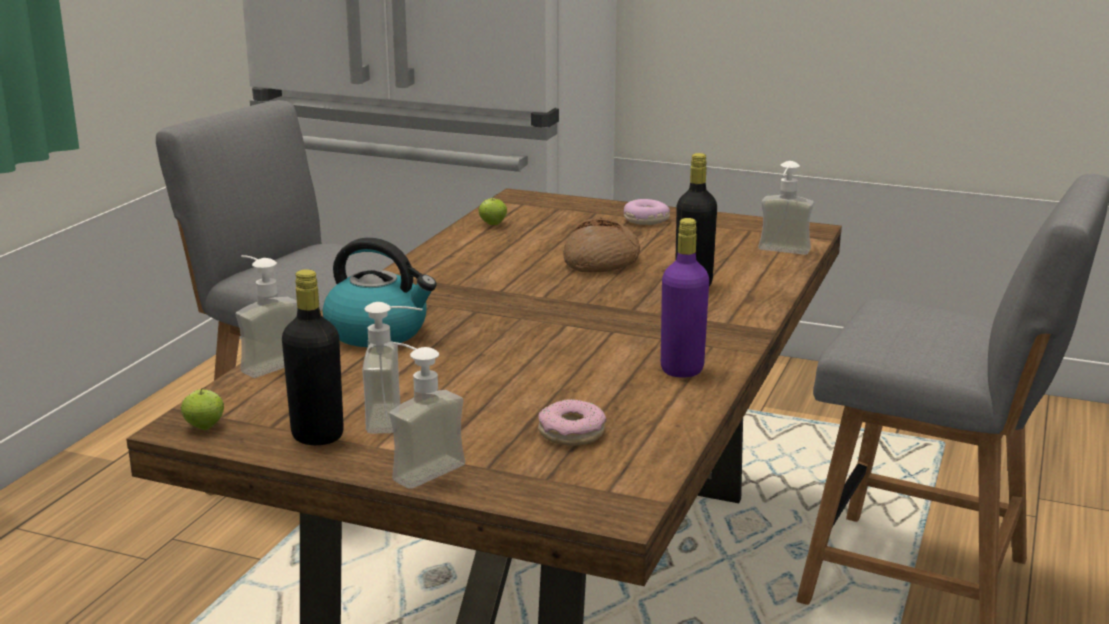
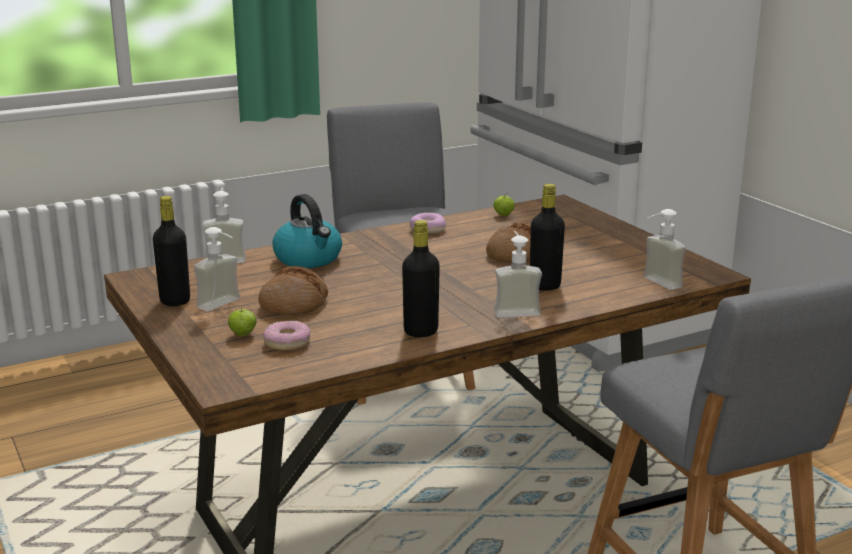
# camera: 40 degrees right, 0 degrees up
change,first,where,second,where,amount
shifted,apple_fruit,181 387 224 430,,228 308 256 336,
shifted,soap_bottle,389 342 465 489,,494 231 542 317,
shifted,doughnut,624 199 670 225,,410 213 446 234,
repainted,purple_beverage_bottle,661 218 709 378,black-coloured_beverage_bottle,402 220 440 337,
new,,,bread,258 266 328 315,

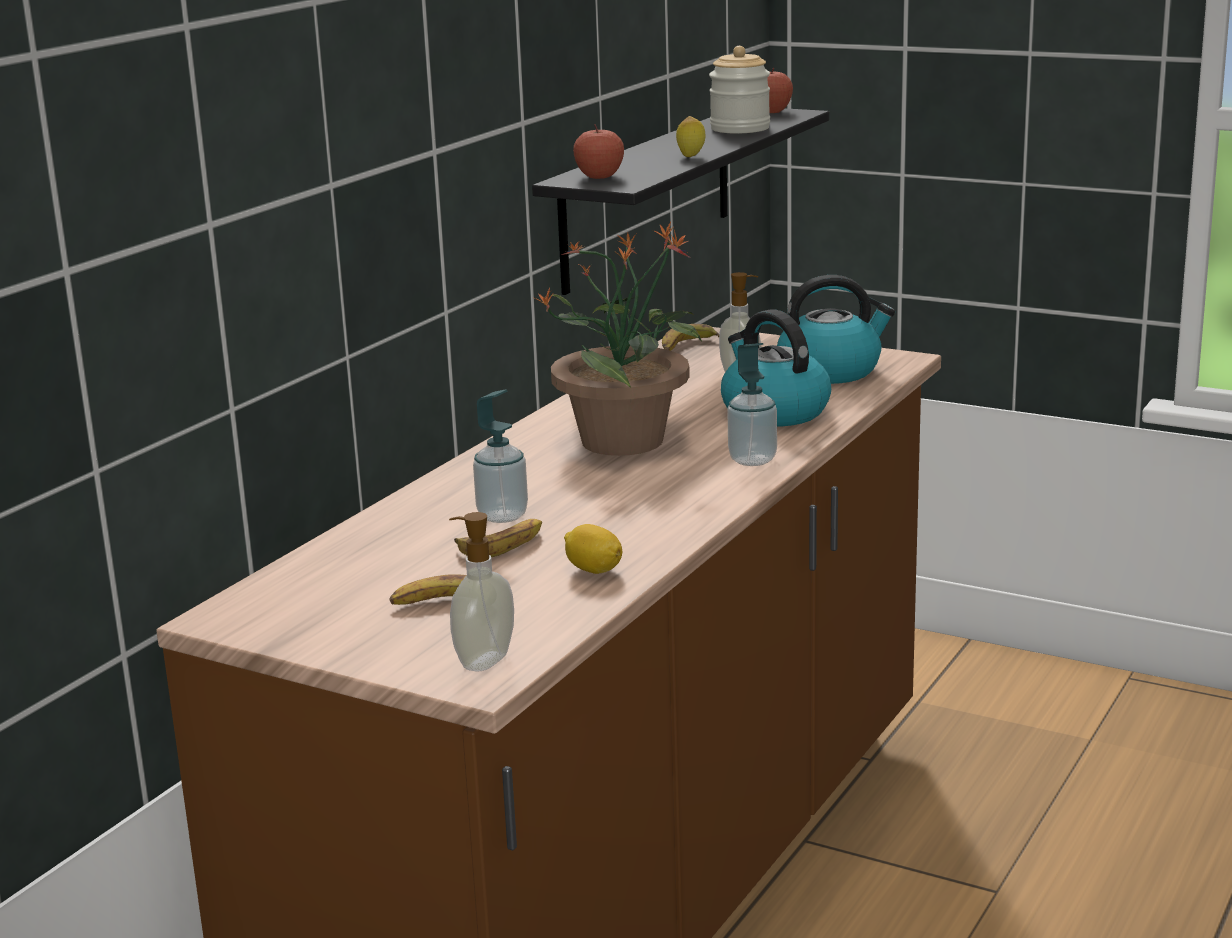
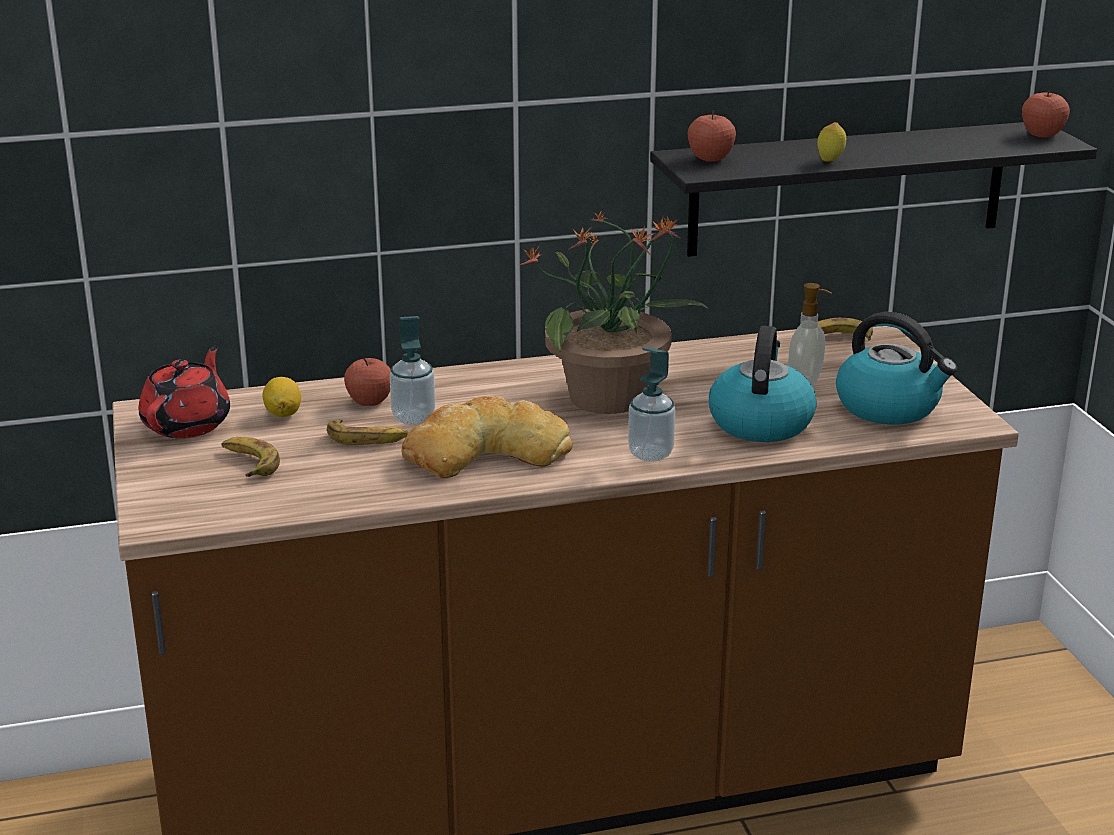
# camera: 45 degrees right, 5 degrees up
change,first,where,second,where,amount
gone,soap_bottle,449 512 514 671,,,
shifted,citrus_fruit,564 524 622 574,,262 377 301 417,
gone,jar,709 46 770 134,,,
new,,,reddish_teapot,139 346 230 438,
new,,,apple_fruit,344 358 391 406,
new,,,bread,401 396 572 478,

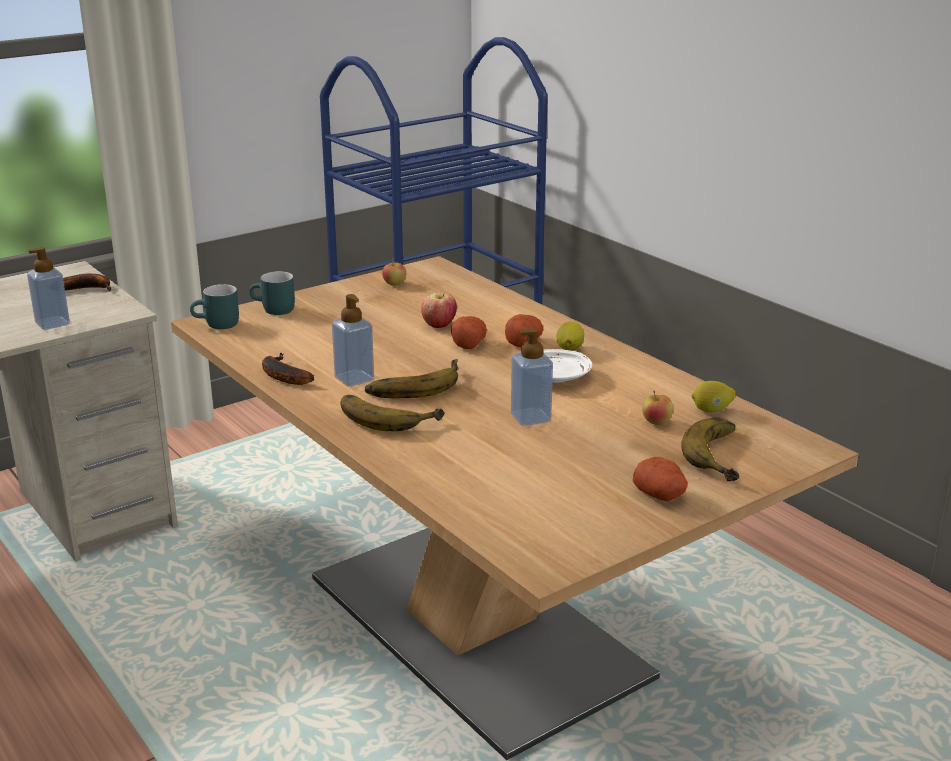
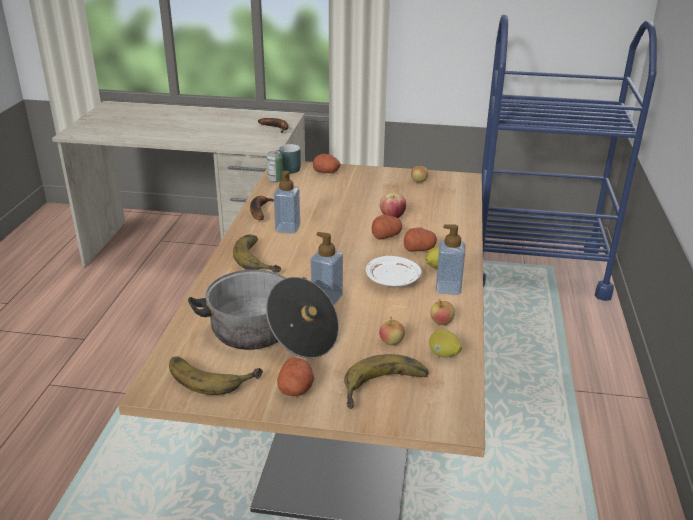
# camera: 45 degrees right, 5 degrees up
change,first,where,second,where,amount
shifted,soap_bottle,27 247 70 330,,436 224 465 295,
swapped,turquoise-coloured_tea_mug,249 271 295 315,spud,313 154 341 173,
shifted,banana,365 359 459 398,,169 356 263 395,
new,,,cooking_pot,188 269 339 358,
new,,,can,267 151 283 182,
new,,,apple_fruit,431 299 455 325,

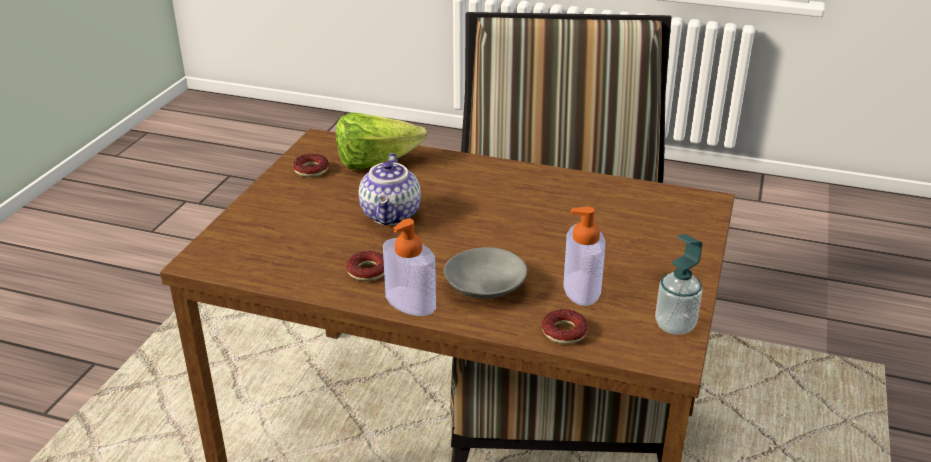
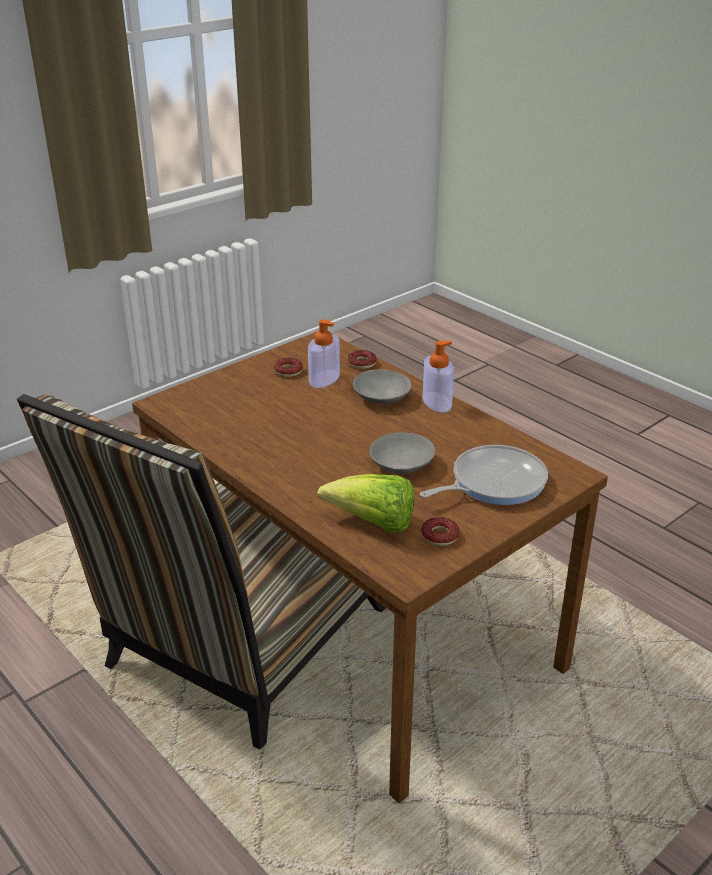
# camera: 150 degrees left, 0 degrees up
change,first,where,second,where,amount
shifted,doughnut,346 251 384 281,,274 358 303 377,
swapped,teapot,359 153 421 225,greyish_serving_bowl,369 433 435 473,
gone,soap_bottle,655 234 703 335,,,
new,,,frying_pan,420 445 548 505,

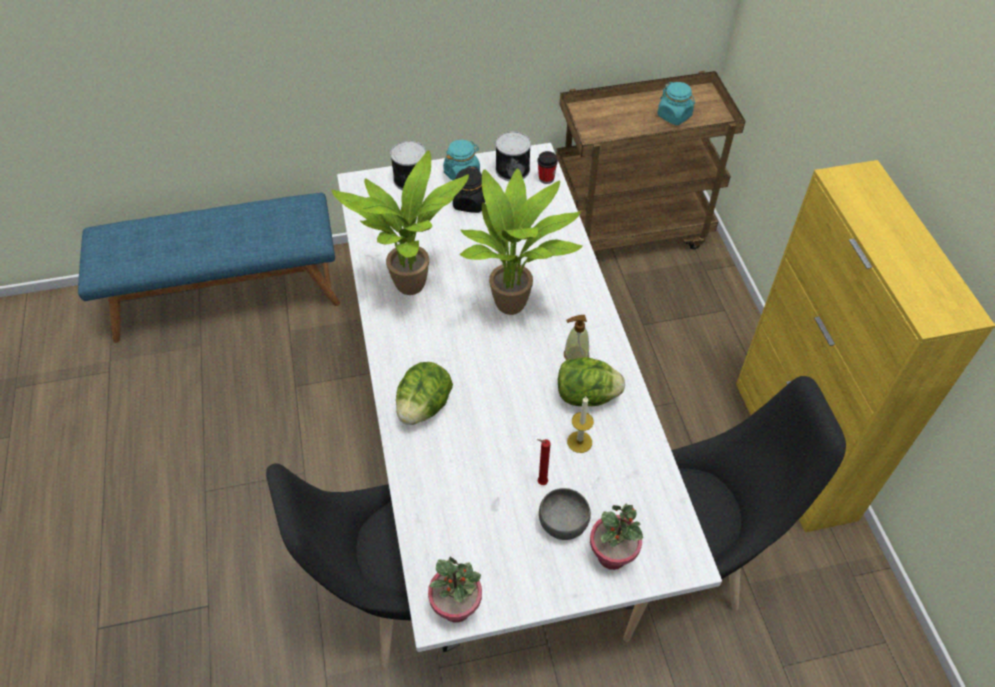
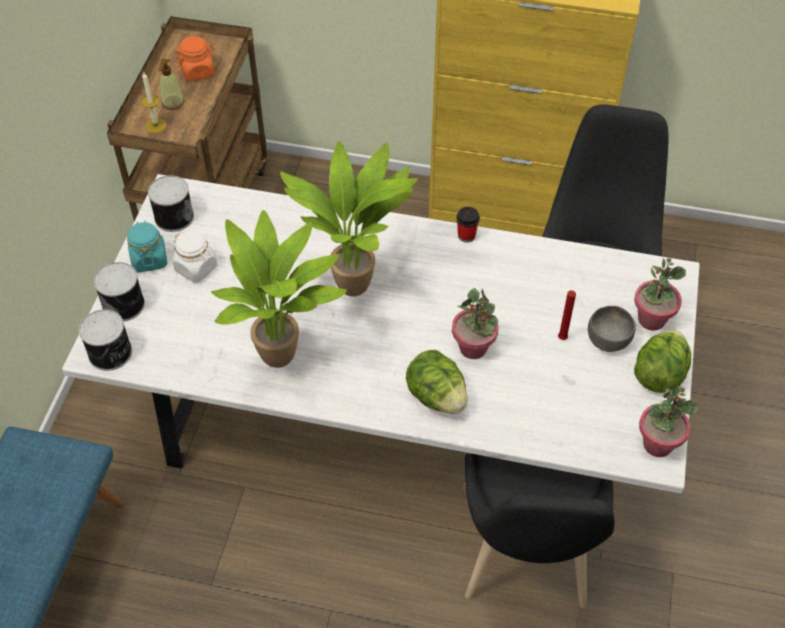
# camera: 65 degrees left, 0 degrees up
change,first,where,second,where,amount
repainted,black-coloured_jar,453 166 485 213,whitish_jar,173 231 217 283,
shifted,cup,537 151 558 184,,456 207 480 243,
shifted,lettuce_head,558 357 625 406,,634 330 691 393,
shifted,soap_bottle,564 315 589 360,,159 59 184 110,
shifted,wax_light,567 397 594 453,,141 73 167 133,
repainted,turquoise-coloured_jar,658 82 695 125,orange-coloured_jar,175 36 215 82,
new,,,can,79 309 132 371,
new,,,potted_plant,452 288 499 359,

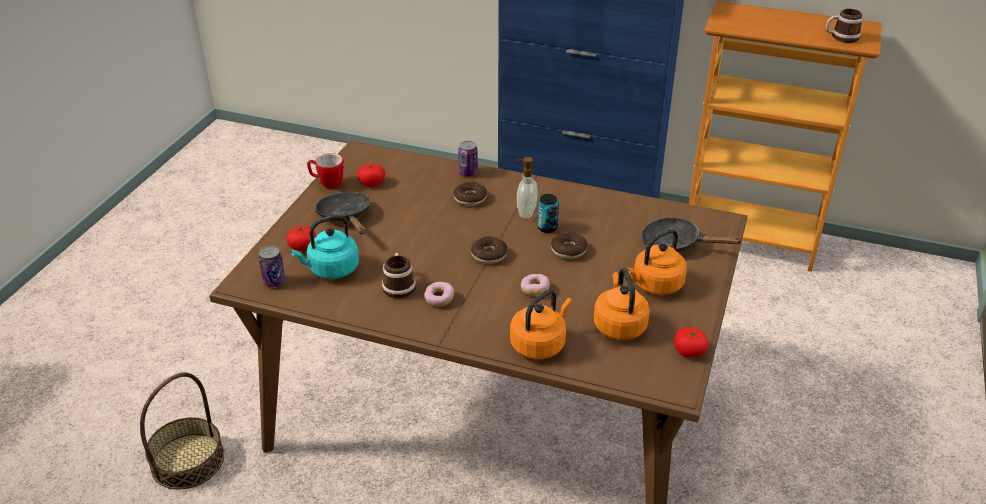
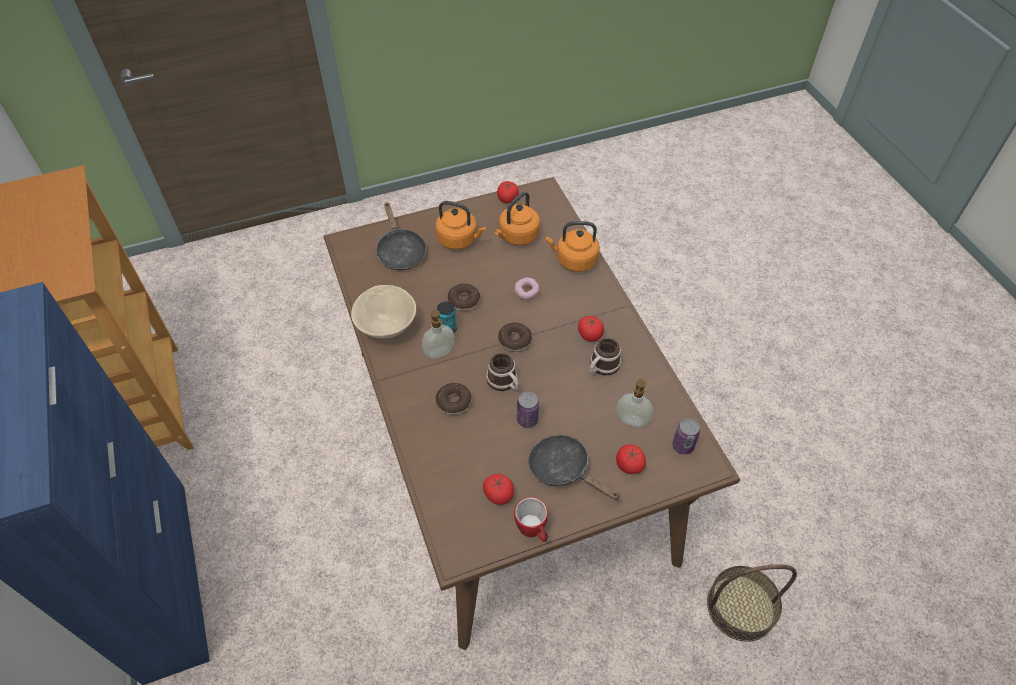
# camera: 130 degrees left, 15 degrees up
change,first,where,second,where,amount
swapped,turquoise-coloured_water_kettle,291 214 359 279,soap_bottle,617 379 653 427,
rotated,black-coloured_frying_pan,315 192 370 234,,528 435 621 500,105 degrees clockwise
swapped,doughnut,424 282 454 307,tomato,578 316 604 342,
shifted,can,458 141 478 177,,517 392 539 428,
shifted,tea_mug,825 9 863 43,,486 353 519 391,
new,,,beige-coloured_serving_bowl,351 285 416 339,

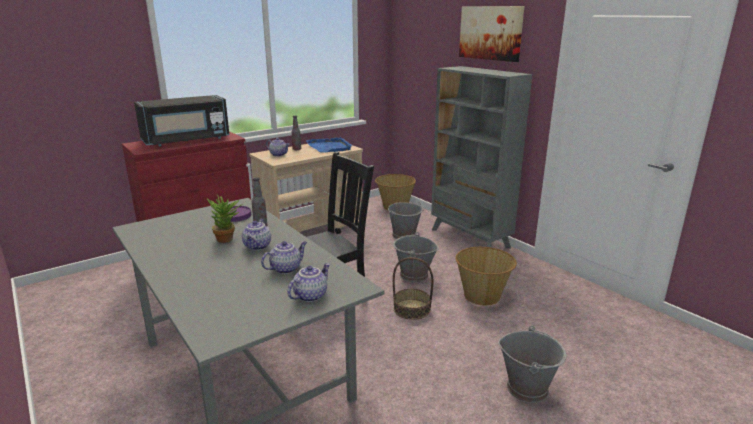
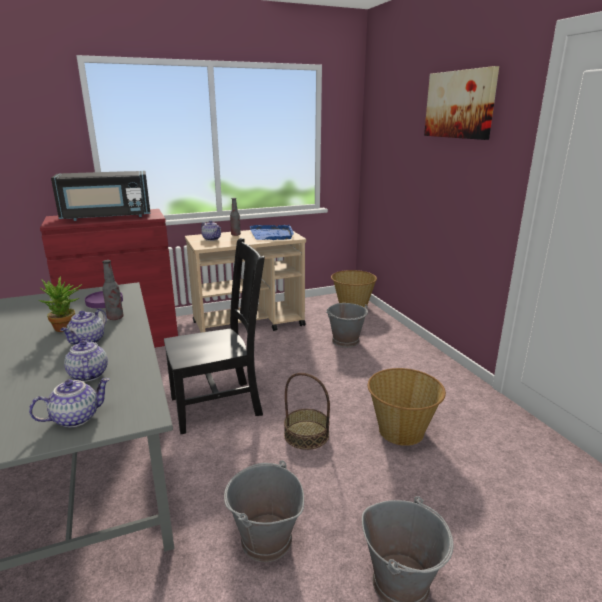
# camera: 15 degrees right, 0 degrees up
change,first,where,second,where,amount
rotated,teapot,261 241 307 274,,64 337 108 382,90 degrees counterclockwise
shifted,greyish_water_bucket,393 232 438 282,,224 460 304 562,
gone,greyish_bookcase,431 66 532 249,,,

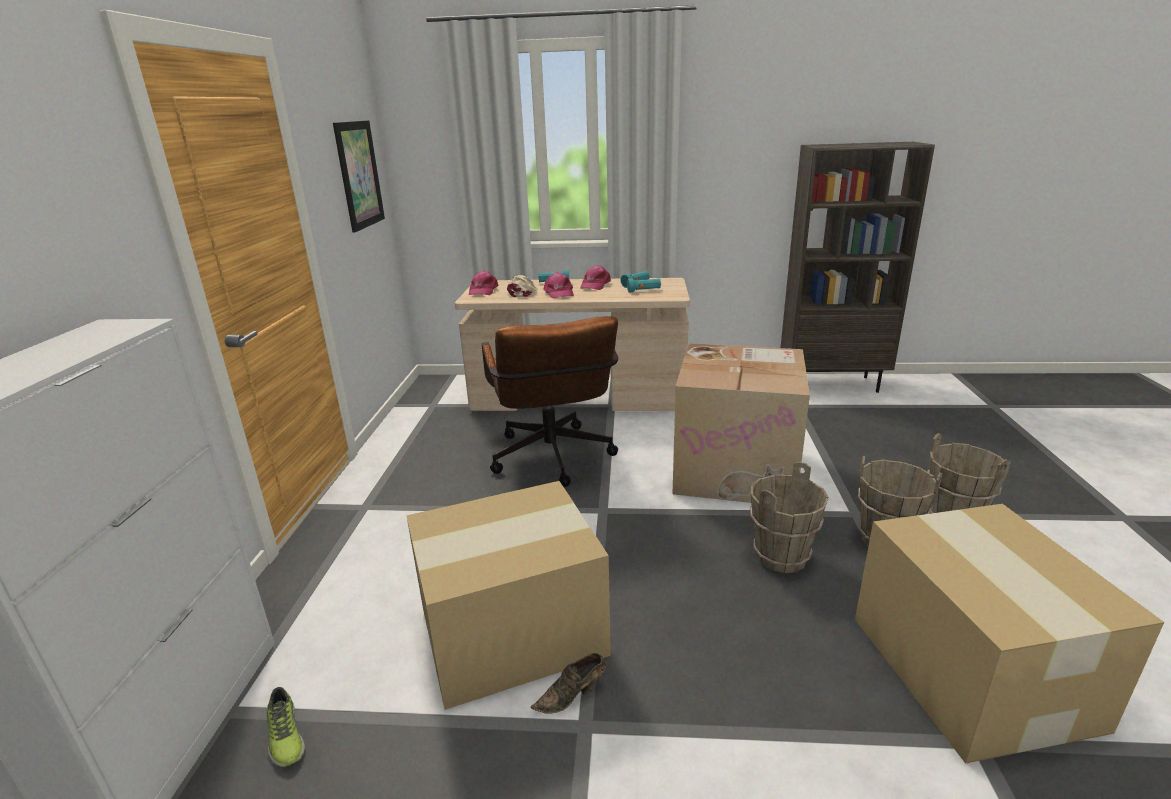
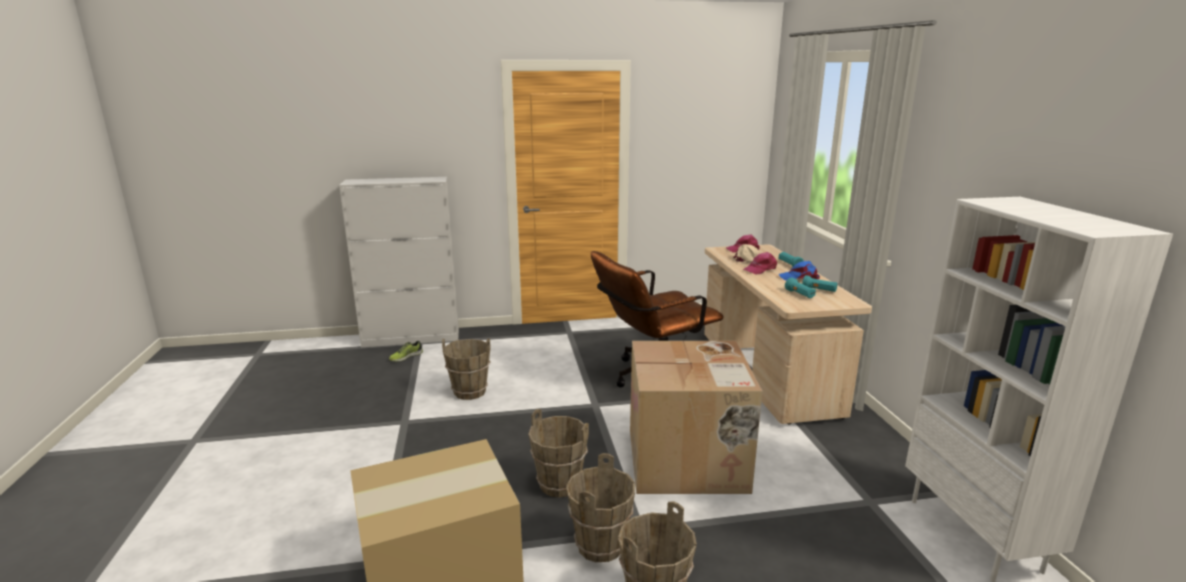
# camera: 75 degrees right, 5 degrees down
change,first,where,second,where,amount
gone,wall_picture,333 120 385 233,,,
swapped,cardboard_box,407 481 611 710,brownish_water_bucket,442 339 491 400,
gone,brownish_low_shoe,531 653 606 714,,,
repainted,pink-coloured_baseball_cap,580 265 611 290,bluish_baseball_cap,779 261 820 280,
repainted,brownish_bookcase,781 142 935 393,whitish_bookcase,905 197 1173 582,

